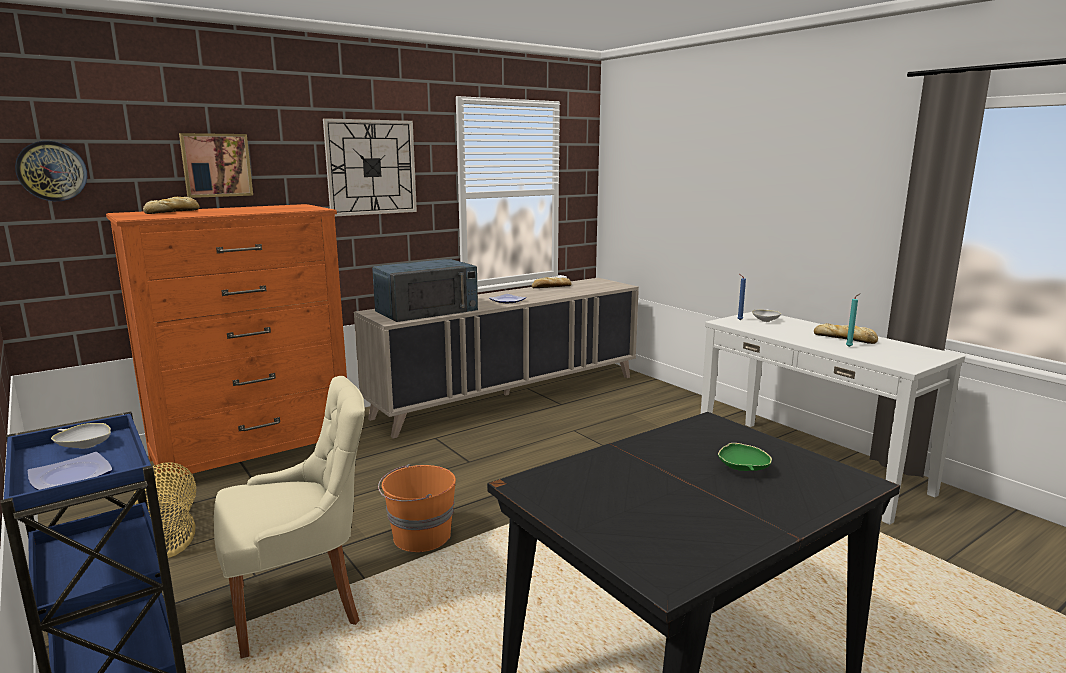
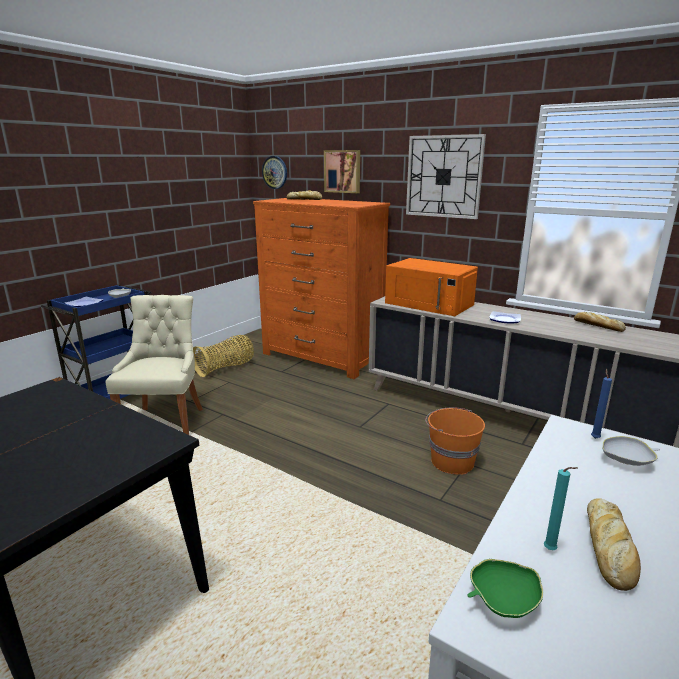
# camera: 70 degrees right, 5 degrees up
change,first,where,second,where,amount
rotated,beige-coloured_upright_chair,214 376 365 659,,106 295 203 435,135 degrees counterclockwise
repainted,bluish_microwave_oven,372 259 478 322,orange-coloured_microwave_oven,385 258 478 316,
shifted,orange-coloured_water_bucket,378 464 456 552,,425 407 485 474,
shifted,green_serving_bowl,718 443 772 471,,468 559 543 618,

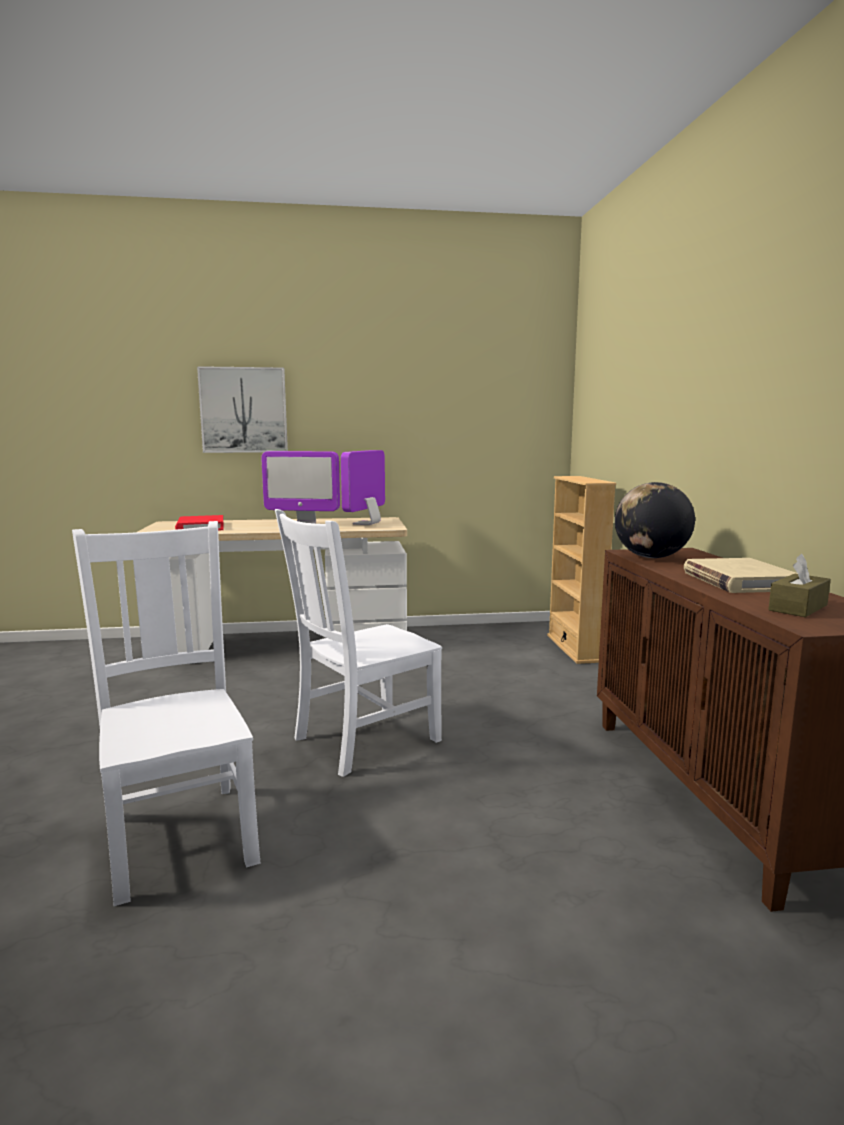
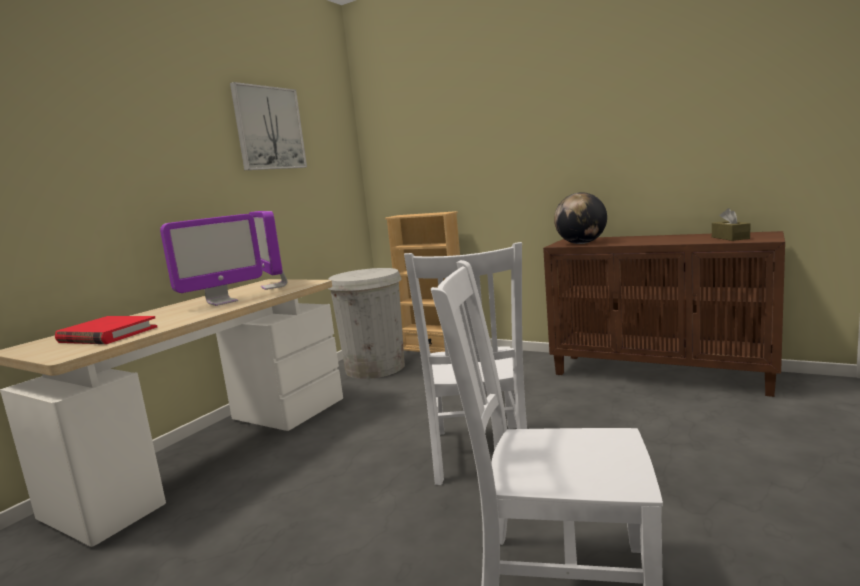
# camera: 50 degrees left, 0 degrees up
change,first,where,second,where,amount
shifted,wall_picture,197 366 288 453,,230 82 307 170,
gone,beige-coloured_volume,684 558 798 593,,,
new,,,whitish_trash_can,328 268 405 379,

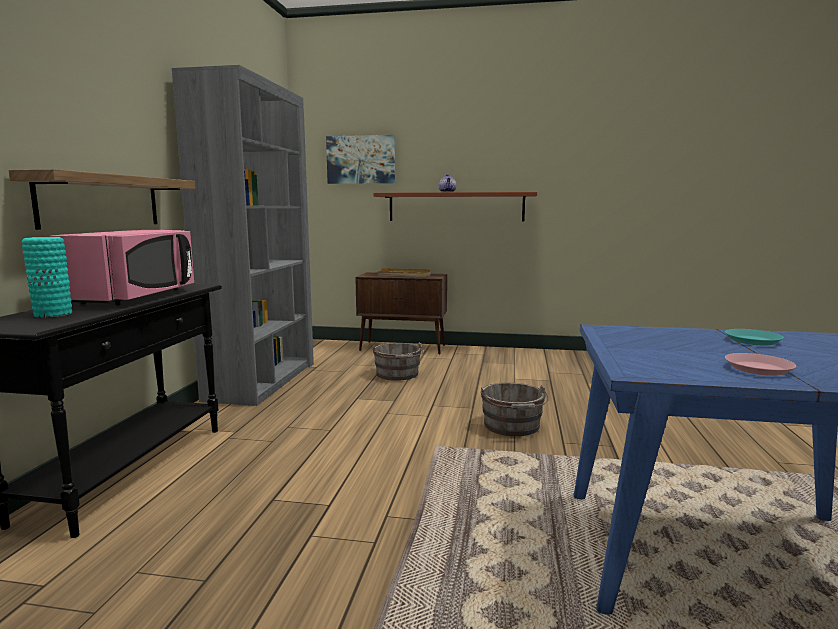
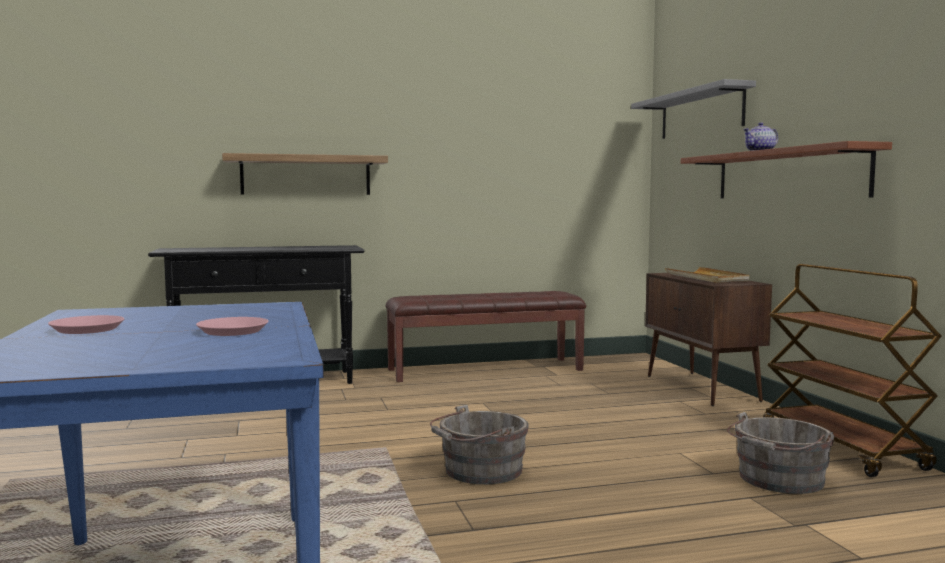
# camera: 65 degrees right, 5 degrees down
change,first,where,second,where,amount
gone,turquoise-coloured_vase,21 237 72 318,,,
gone,pink-coloured_microwave_oven,49 230 194 305,,,
swapped,greyish_bookcase,172 65 314 406,brownish_bench,386 291 586 382,
swapped,wall_picture,326 135 395 184,greyish_wall_shelf,631 79 756 139,
shifted,greyish_water_bucket,373 342 423 381,,727 412 834 494,
repainted,turquoise-coloured_dinner_plate,725 329 784 345,pink-coloured_dinner_plate,196 317 268 336,
new,,,brownish_trolley,763 264 942 477,

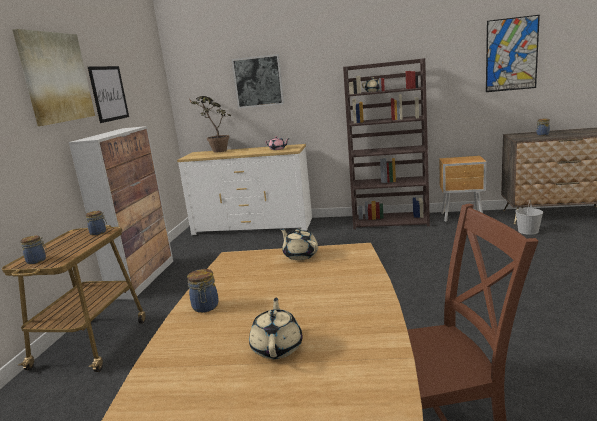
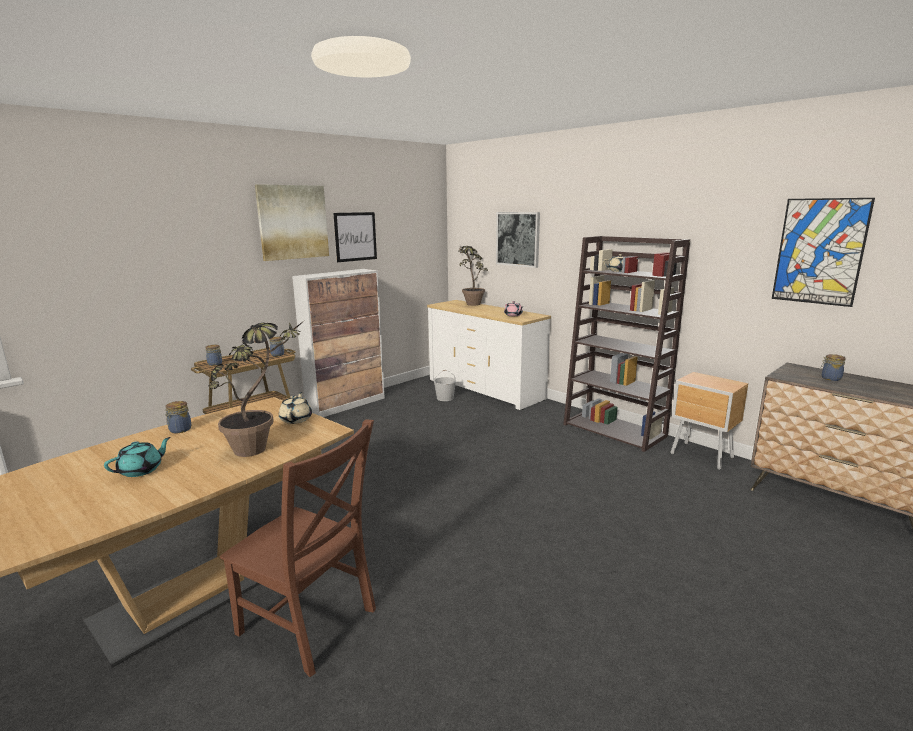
# camera: 35 degrees right, 0 degrees up
change,first,where,second,where,amount
repainted,beige-coloured_teapot,249 297 303 359,turquoise-coloured_teapot,104 437 171 477,
shifted,whitish_water_bucket,515 200 543 235,,434 370 456 401,
new,,,potted_plant,208 320 305 457,

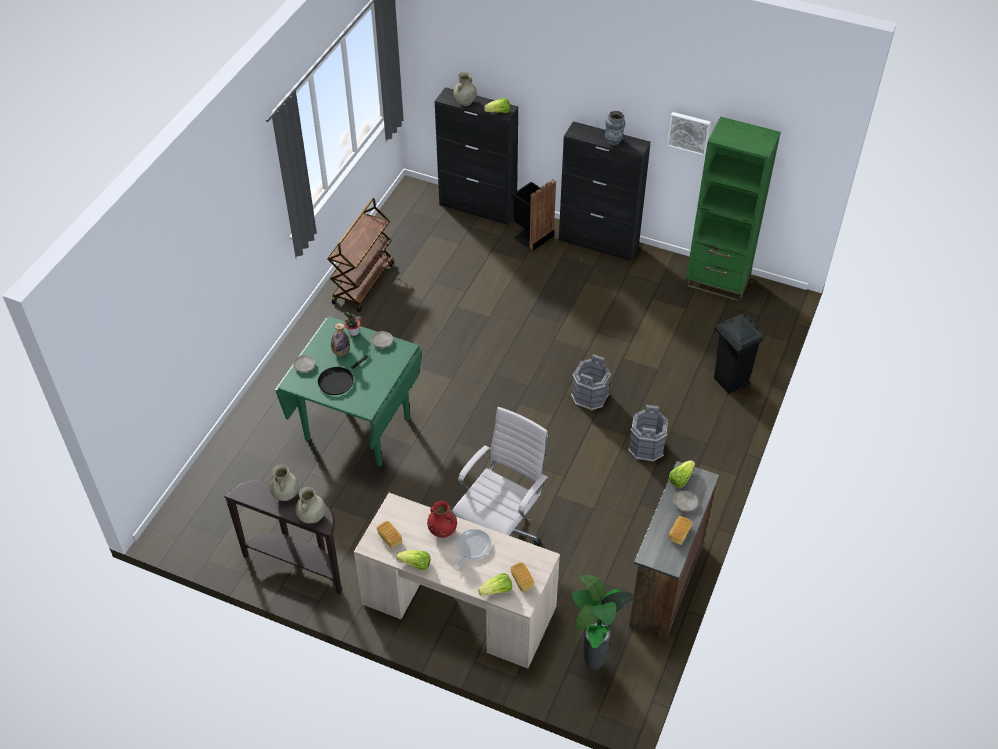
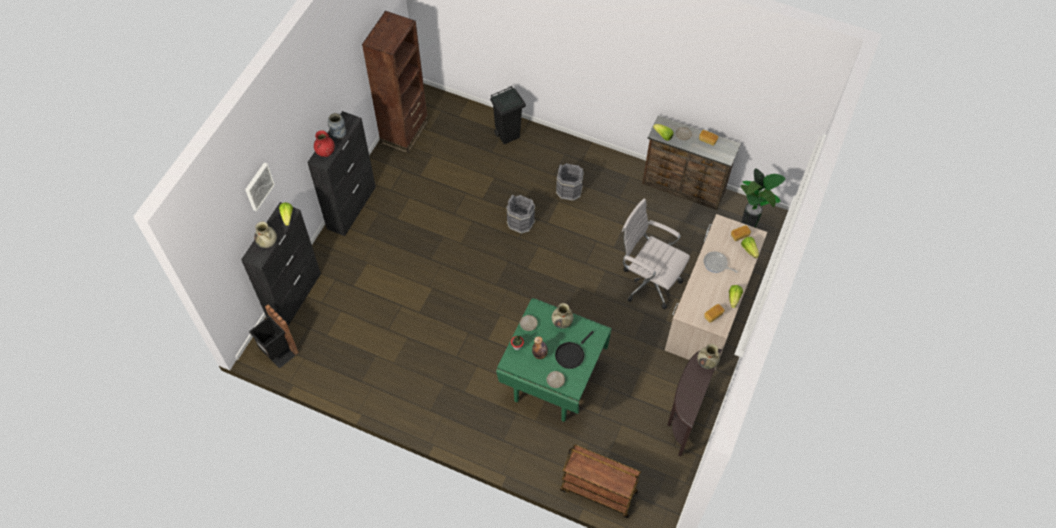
# camera: 90 degrees left, 10 degrees up
change,first,where,second,where,amount
shifted,beige-coloured_vase,270 464 299 501,,552 303 573 329,
rotated,black-coloured_frying_pan,318 355 368 395,,555 331 594 369,90 degrees clockwise
shifted,brownish_trolley,327 198 394 312,,560 445 641 518,
shifted,reddish_vase,427 501 457 538,,314 130 335 157,
shifted,black-coloured_trash_can,512 180 556 251,,249 304 299 369,
shifted,wall_picture,667 112 711 156,,245 162 275 211,
repainted,green_bookcase,685 117 781 303,brownish_bookcase,362 11 428 154,

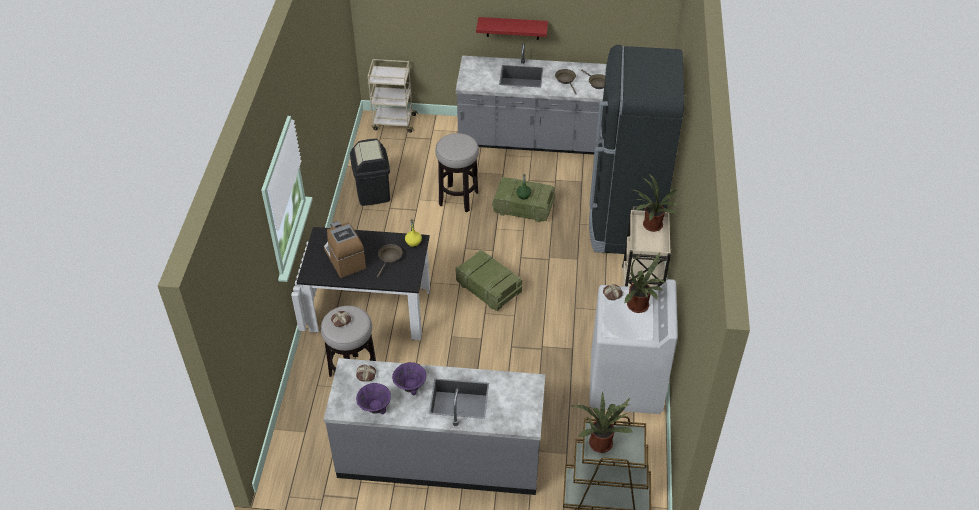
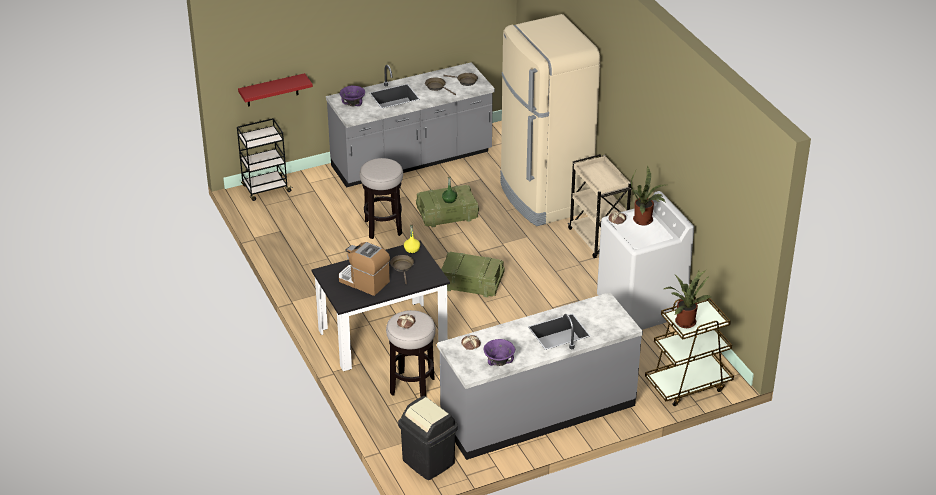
# camera: 30 degrees left, 10 degrees down
change,first,where,second,where,amount
shifted,black-coloured_trash_can,350 139 390 206,,398 396 458 480,
repainted,beige-coloured_trolley,368 59 418 133,black-coloured_trolley,237 118 293 201,
shifted,purple_serving_bowl,392 362 426 395,,340 85 365 106,
shifted,reddish_wall_shelf,476 17 548 40,,238 73 313 107,
repainted,black-coloured_fridge,589 45 685 254,beige-coloured_fridge,500 14 600 226,
gone,potted_plant,633 174 679 232,,,

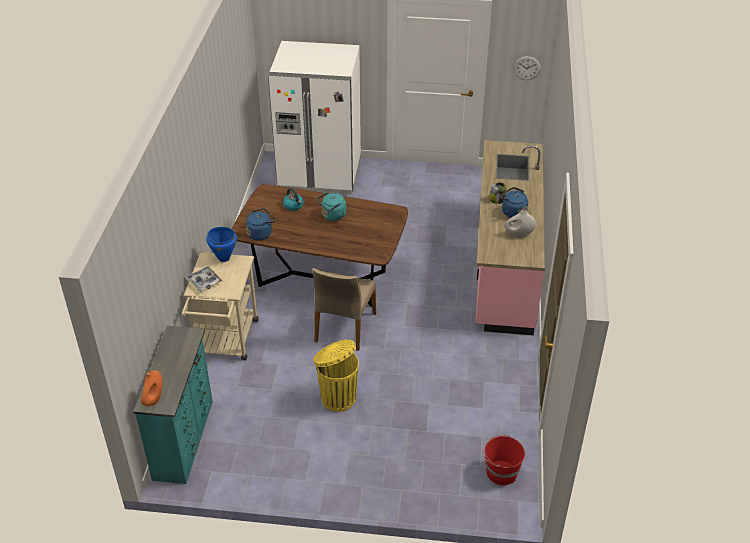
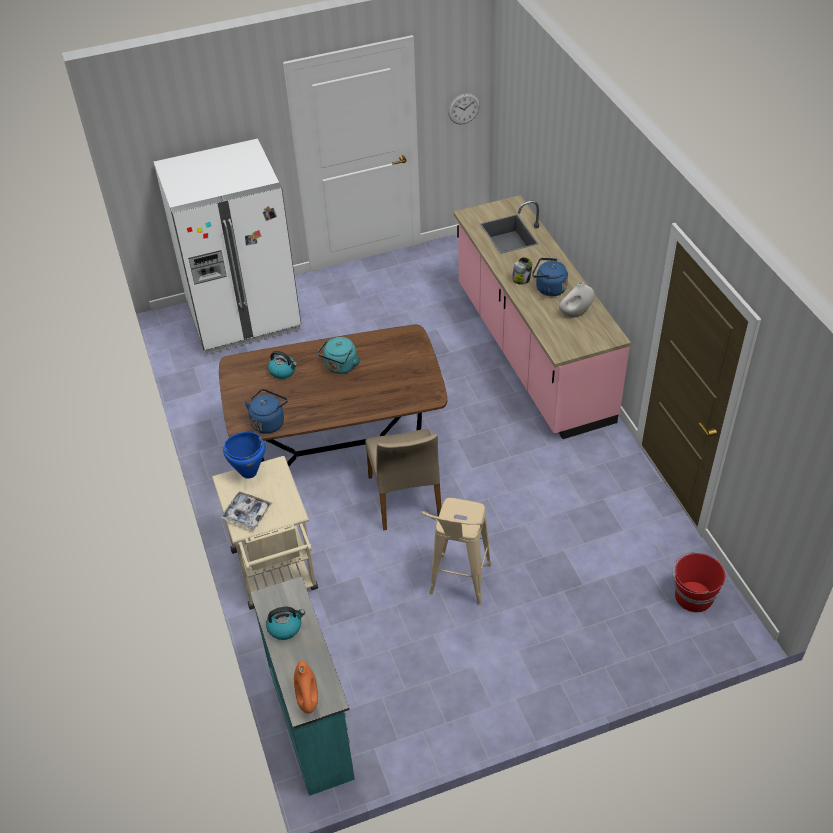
# camera: 25 degrees left, 5 degrees up
change,first,where,second,where,amount
swapped,yellowish_trash_can,314 339 359 412,beige-coloured_stool,421 498 492 605,
new,,,water_kettle,266 607 305 640,

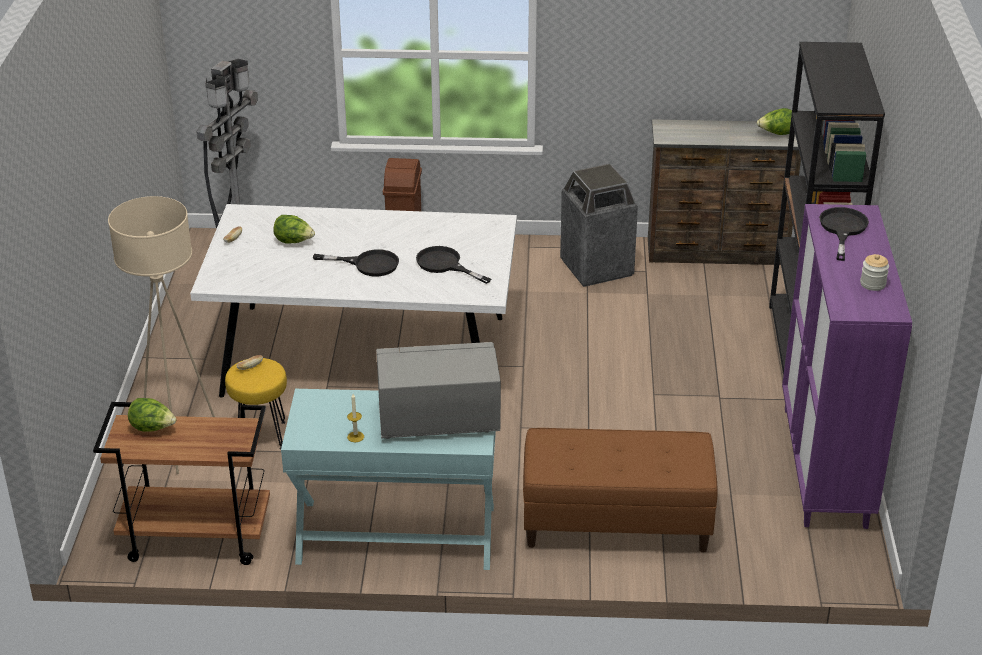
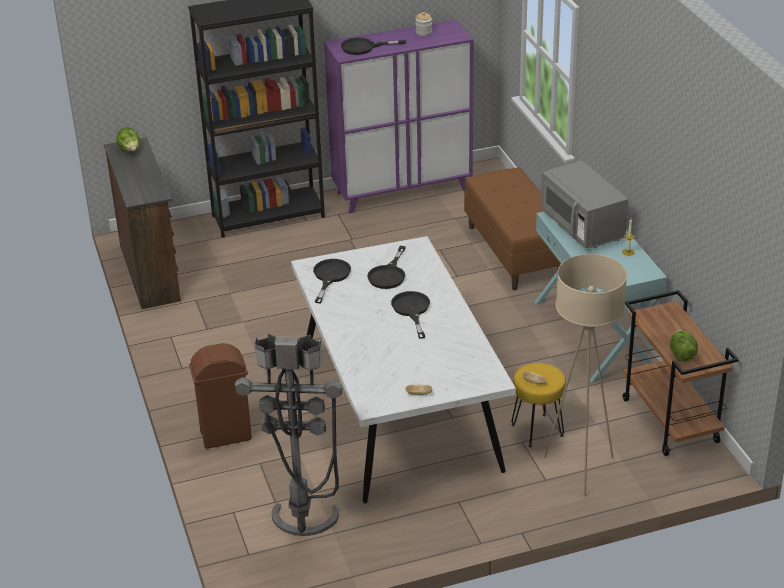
# camera: 110 degrees left, 0 degrees up
change,first,where,second,where,amount
gone,lettuce_head,274 215 315 243,,,
gone,trash_can,560 164 638 287,,,
new,,,black-coloured_frying_pan,313 259 351 303,

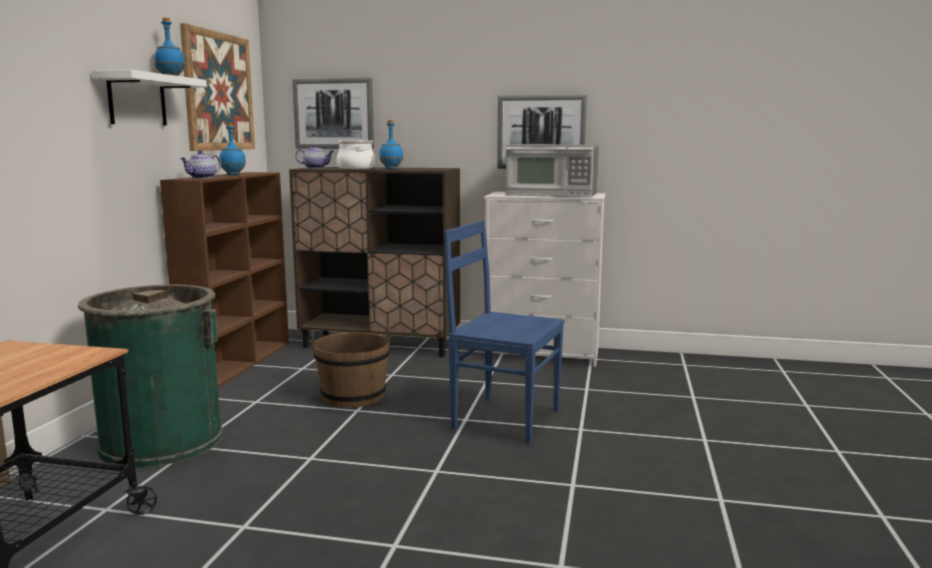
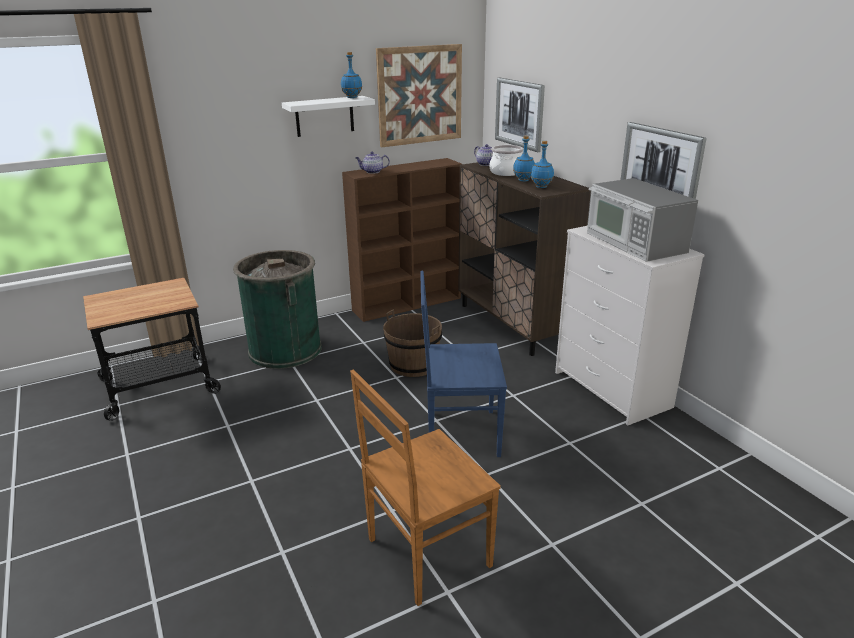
# camera: 50 degrees right, 15 degrees up
change,first,where,second,where,amount
shifted,bluish_beverage_bottle,219 123 246 175,,531 141 554 188,
rotated,bluish_upright_chair,444 221 564 443,,420 271 507 457,75 degrees counterclockwise
new,,,brownish_upright_chair,350 370 501 606,

